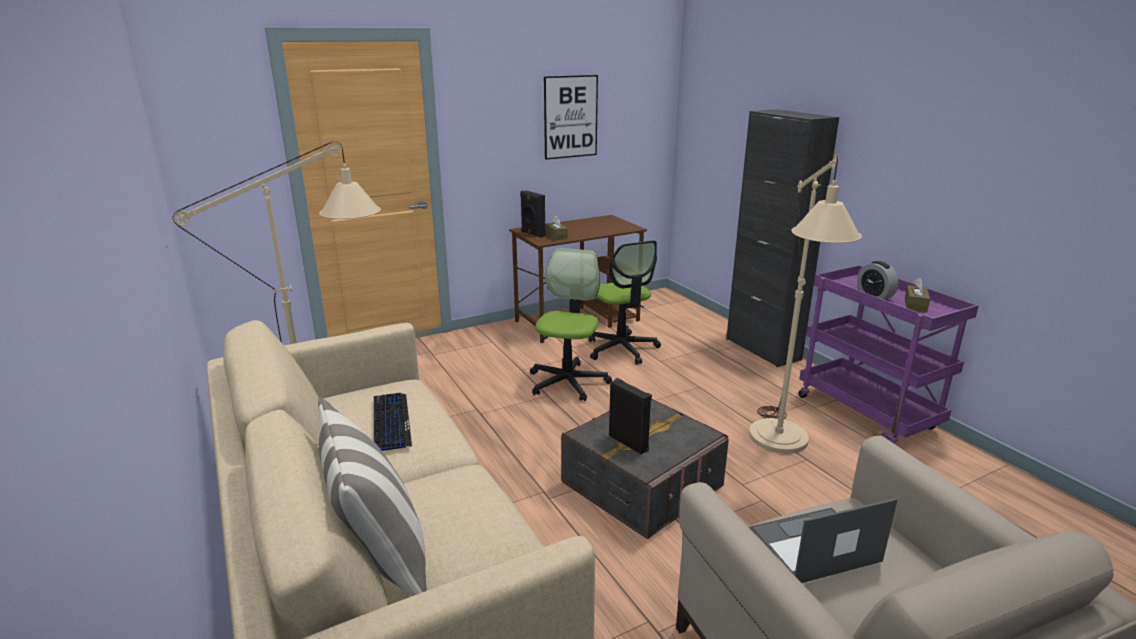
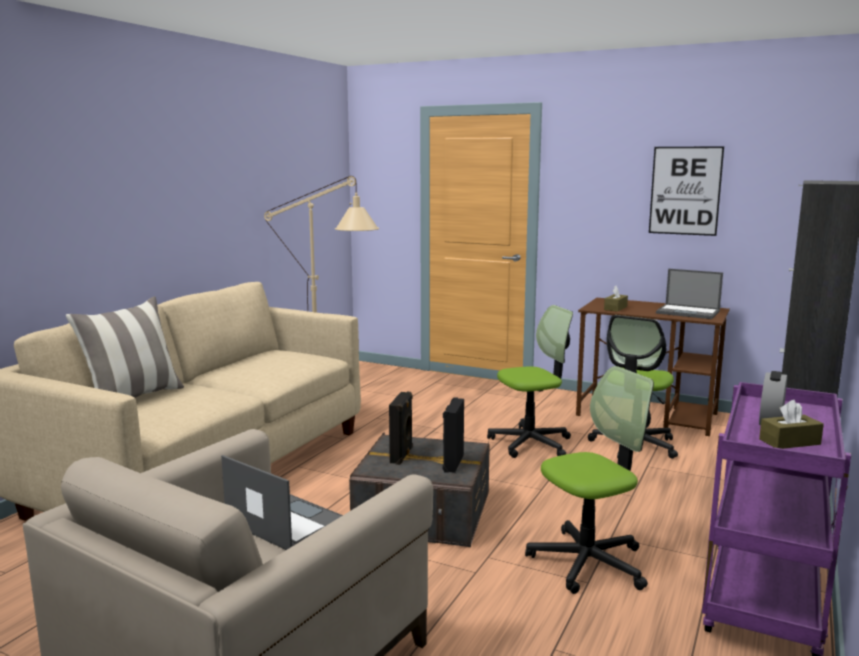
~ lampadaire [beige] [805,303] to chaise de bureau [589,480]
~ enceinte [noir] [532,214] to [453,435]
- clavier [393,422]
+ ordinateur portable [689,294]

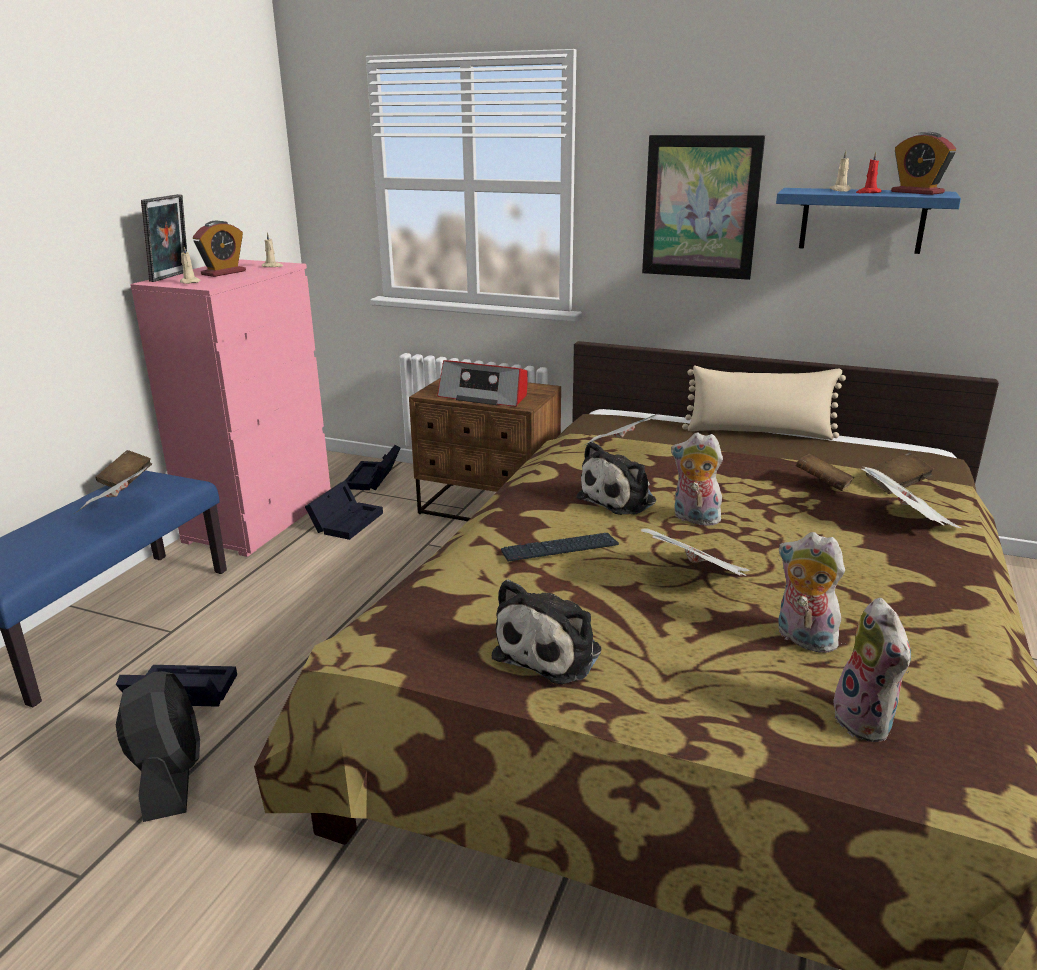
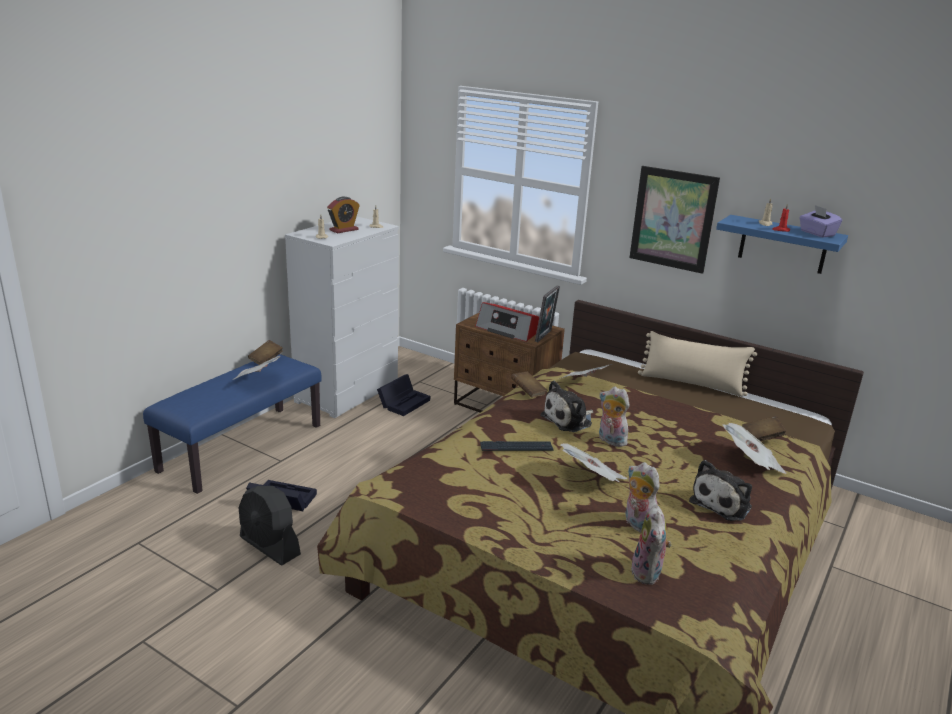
~ réveil [923,163] to boîte à mouchoirs [violet] [821,221]
~ cadre photo [164,238] to [547,313]
~ commode [rose] [230,408] to commode [blanc] [342,317]
- boîte de rangement [noir] [373,468]
~ livre [marron] [825,472] to [529,384]
~ peluche [546,631] to [720,490]
~ ventilateur [noir] [158,746] = [269,526] 135 degrees clockwise

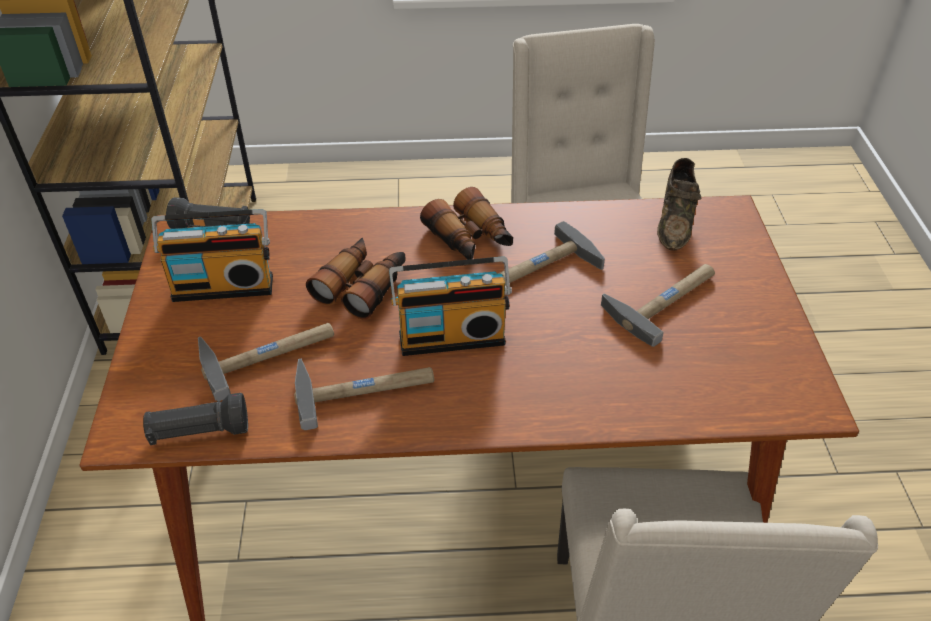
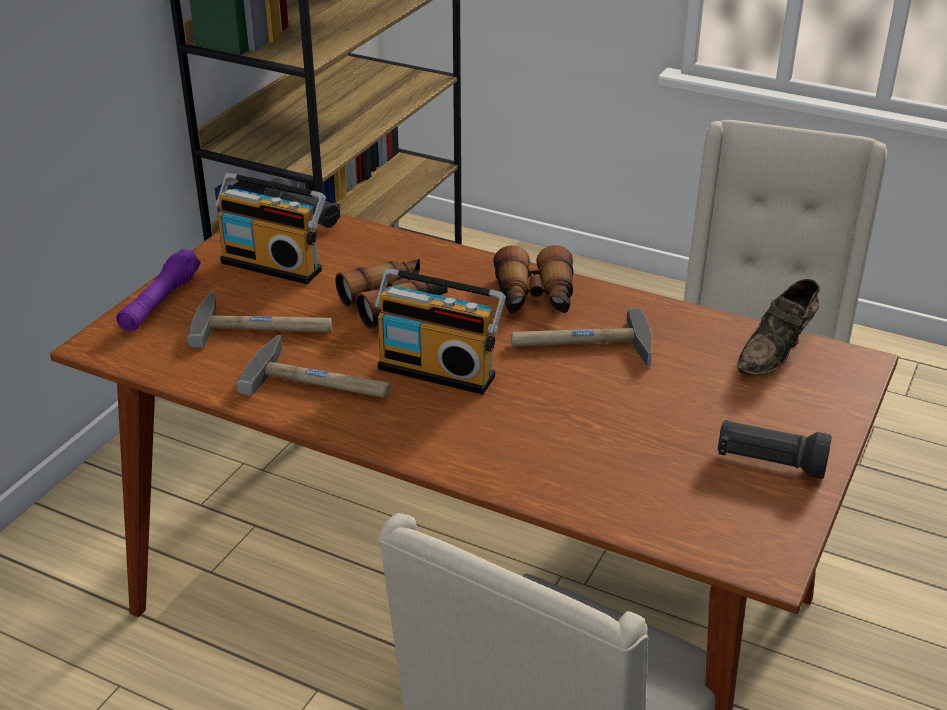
- marteau [658,305]
~ lampe de poche [noir] [195,419] to [775,449]
+ lampe de poche [violet] [158,290]

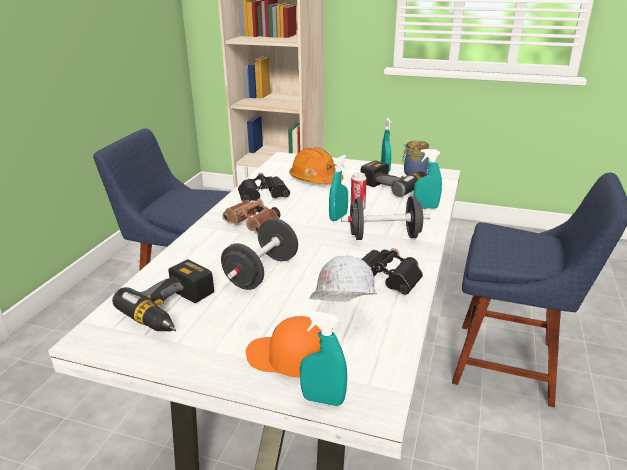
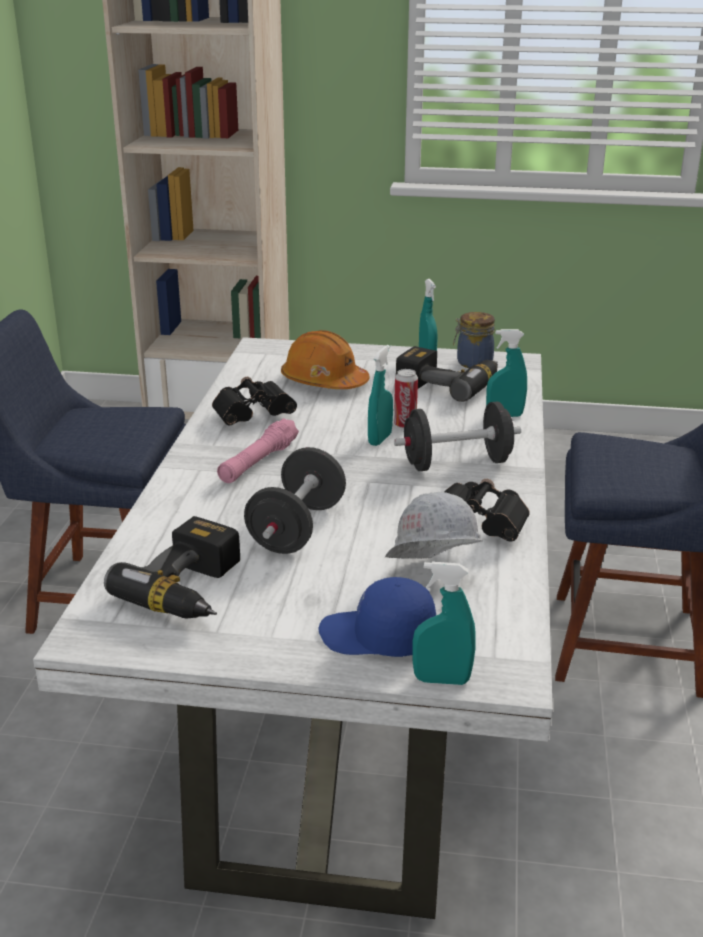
~ jumelles [marron] [251,216] to lampe de poche [rose] [258,450]
~ casquette [orange] [283,347] to casquette [bleu] [377,617]

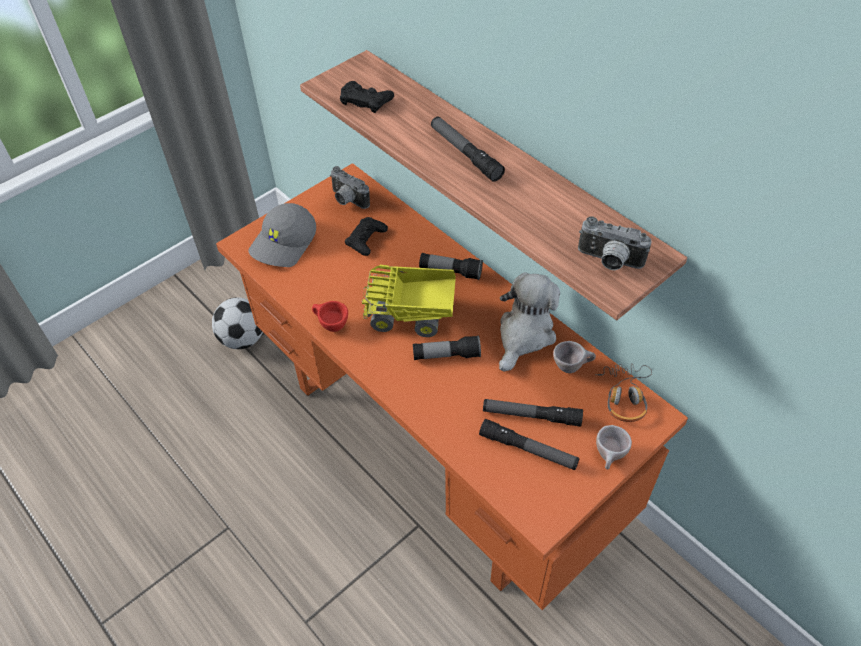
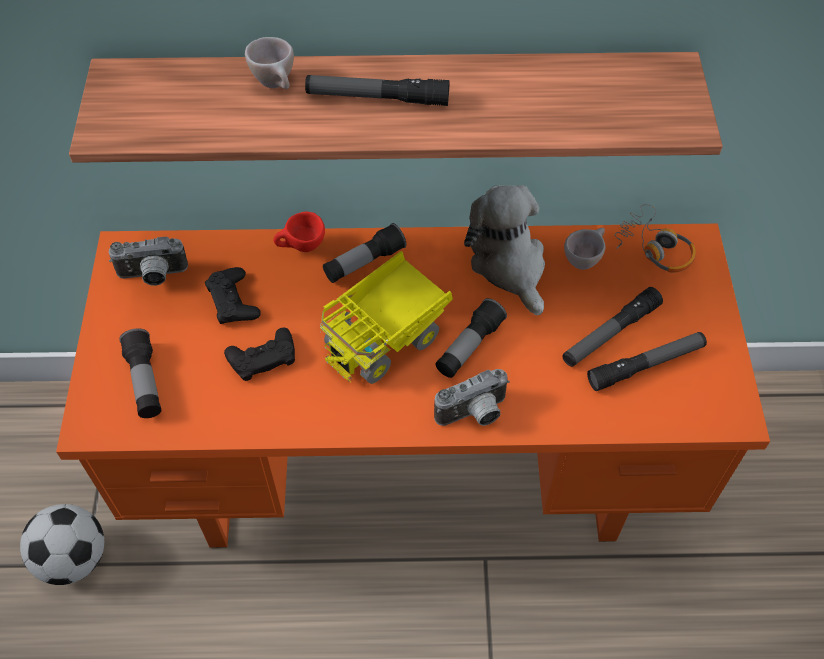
~ manette [noir] [367,97] to [259,354]
~ casquette [gris] [282,235] to lampe de poche [140,373]
~ appareil photo [615,243] to [472,397]
~ tasse [rouge] [330,316] to [299,232]
~ tasse [beige] [614,447] to [269,63]

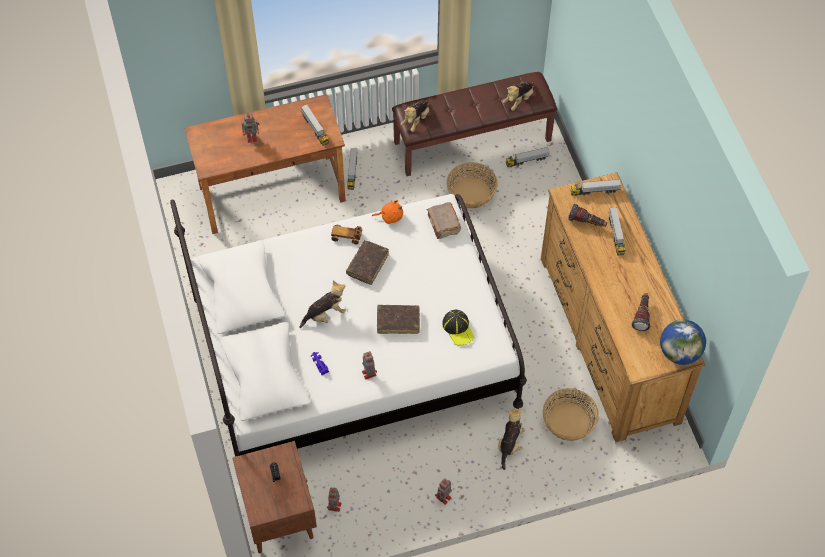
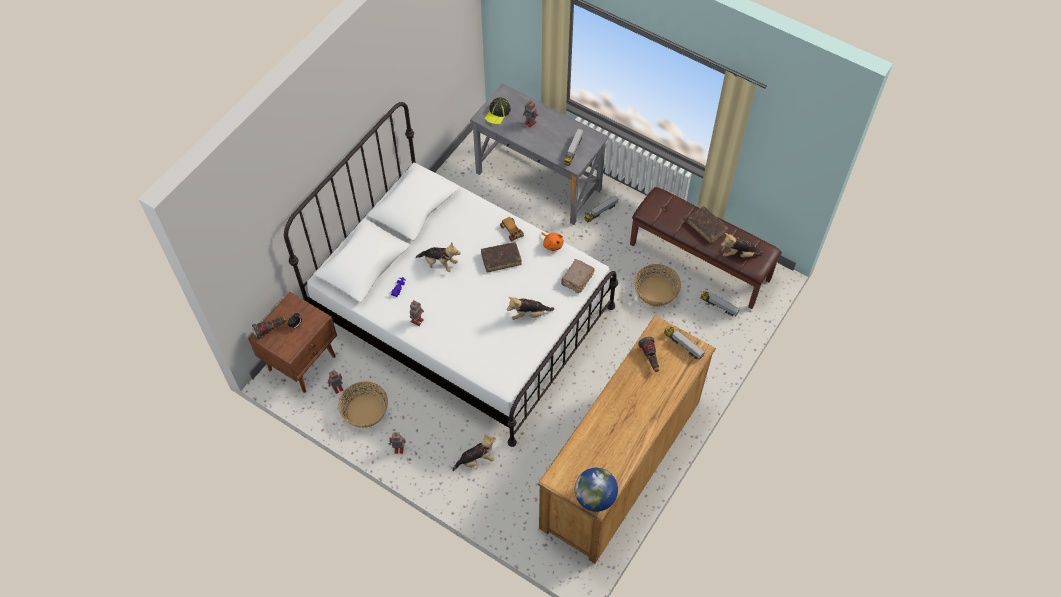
~ bureau [marron] [265,164] to bureau [gris] [539,154]
~ peluche [415,116] to [530,308]
- camion jouet [617,231]
~ lampe de poche [641,312] to [269,328]
~ livre [marron] [398,319] to [707,224]
~ casquette [458,327] to [498,111]
~ panier [571,414] to [363,404]

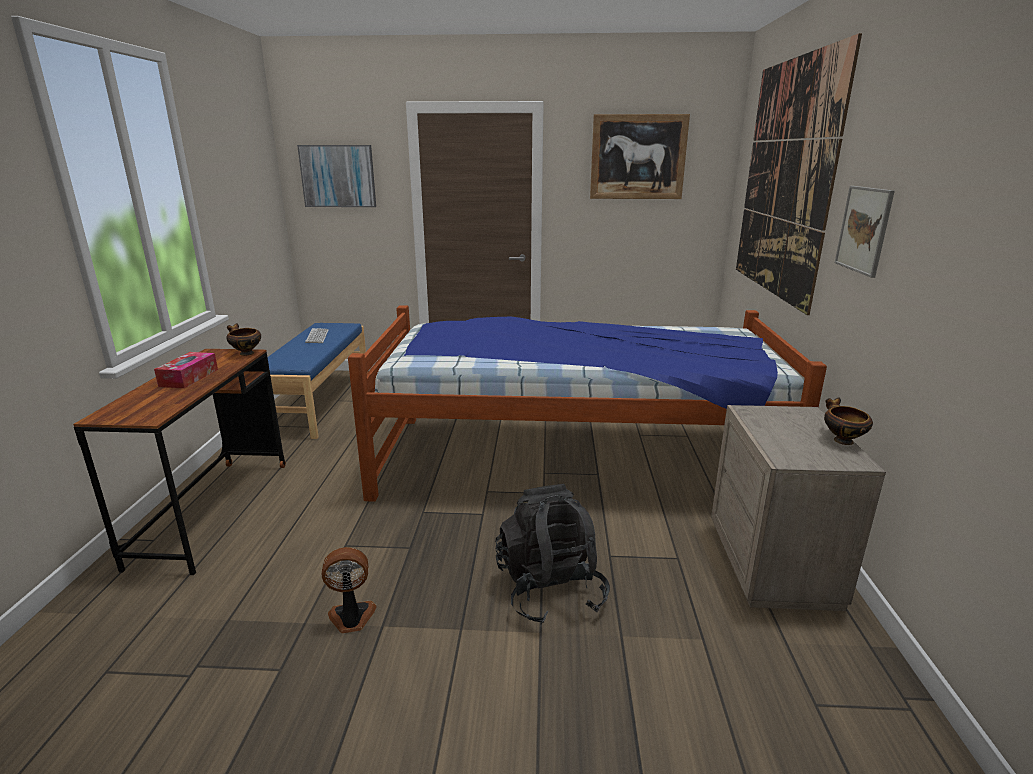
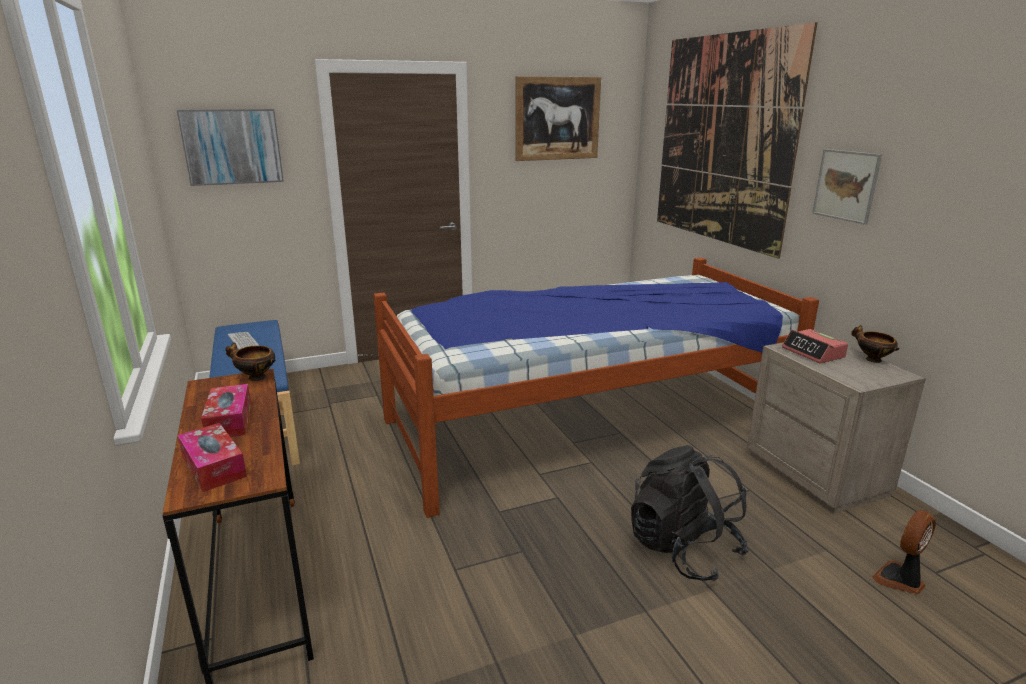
~ ventilateur [349,590] to [904,552]
+ réveil [815,346]
+ boîte à mouchoirs [212,457]

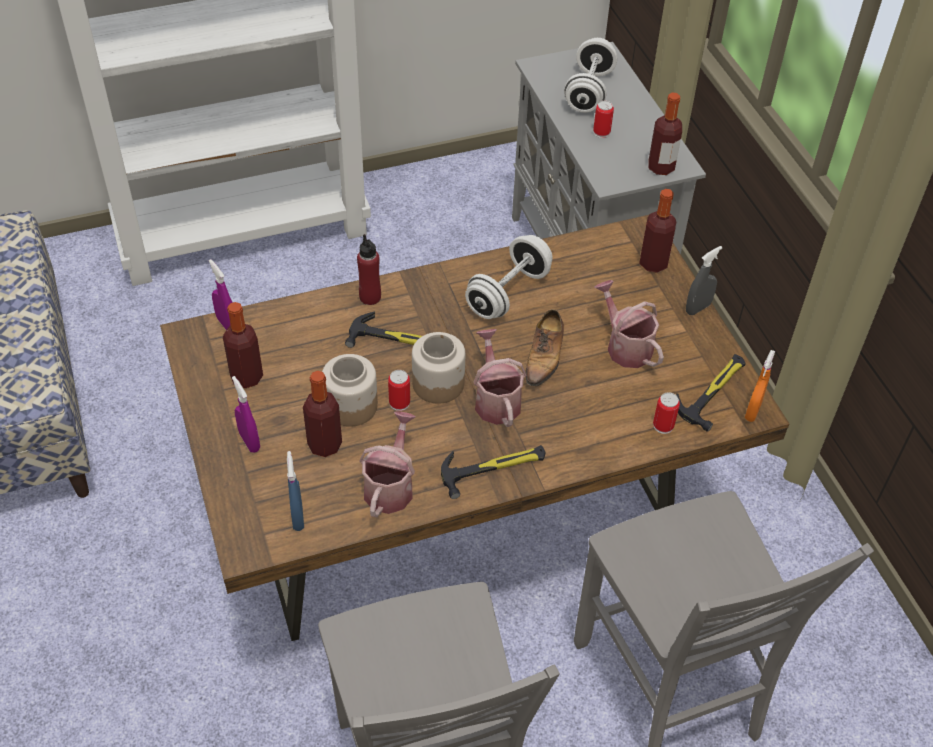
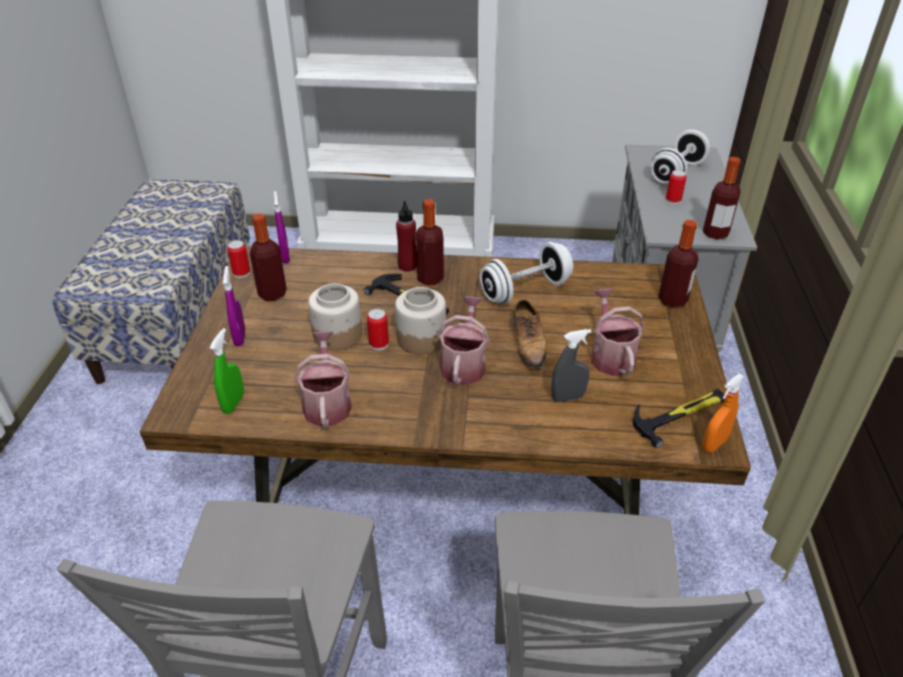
~ vaporisateur [gris] [704,280] to [571,365]
~ chaussure [545,347] = [530,334] 45 degrees counterclockwise
~ bouteille [322,414] to [430,242]
~ boîte métallique [666,413] to [238,259]
~ arrosoir [387,464] = [323,379] 45 degrees counterclockwise
- marteau [493,472]
~ vaporisateur [bleu] [295,491] to vaporisateur [vert] [227,371]

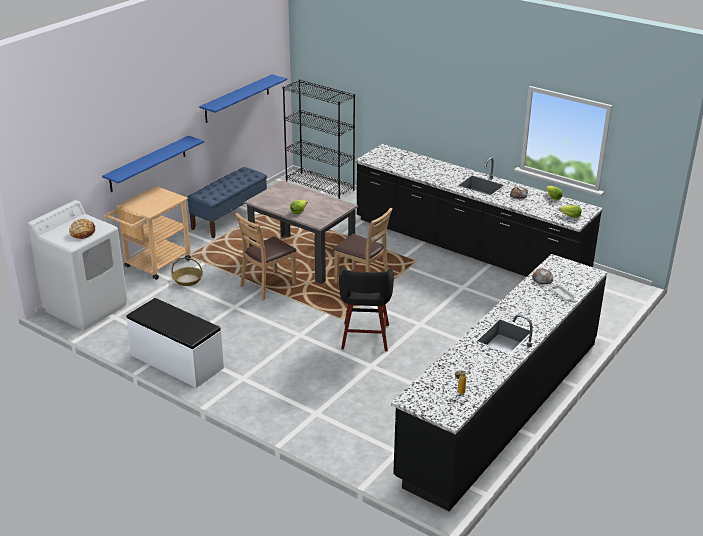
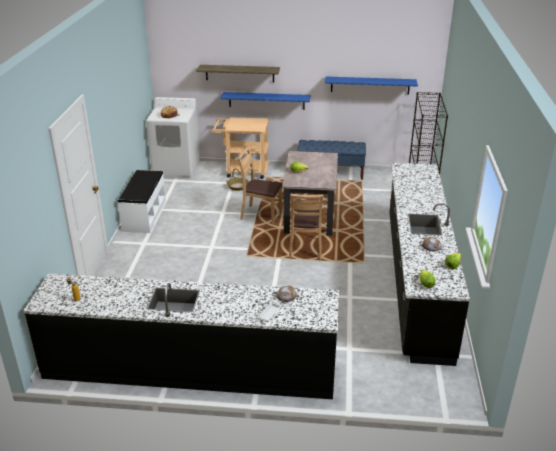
- tabouret [noir] [366,309]
+ étagère [238,73]

